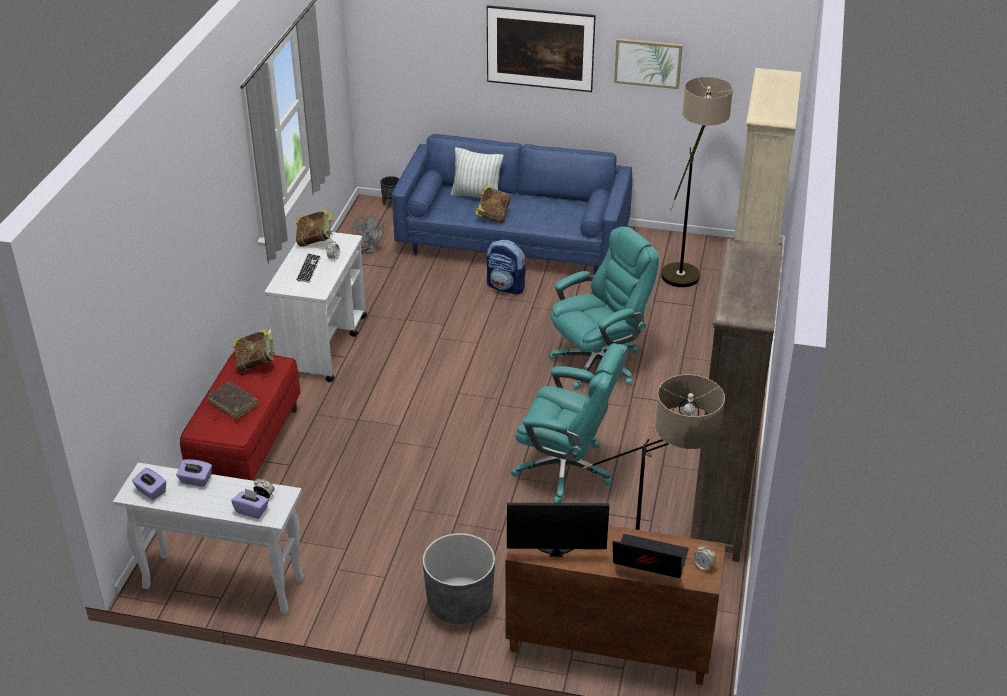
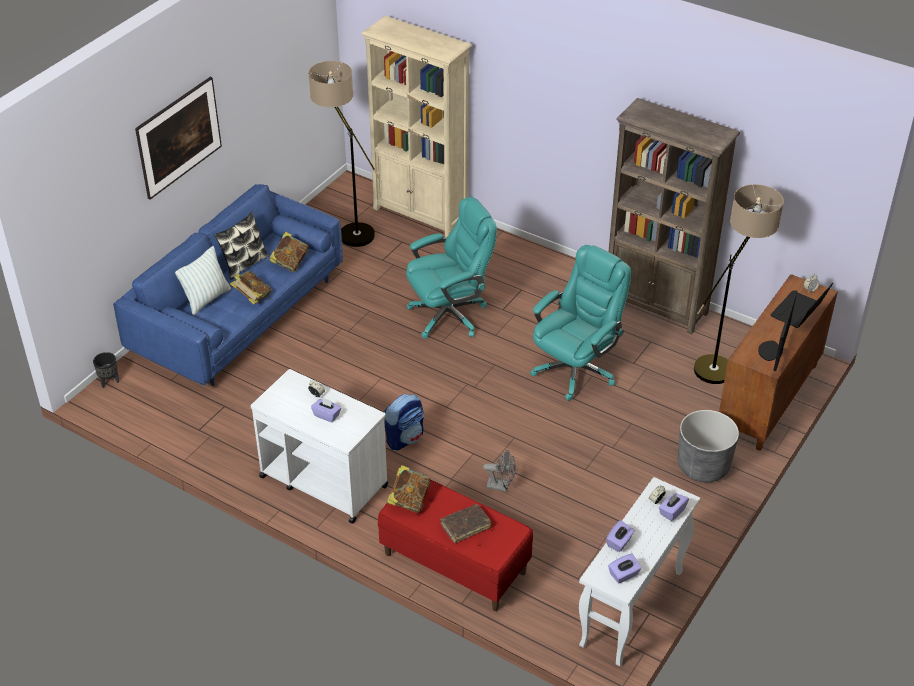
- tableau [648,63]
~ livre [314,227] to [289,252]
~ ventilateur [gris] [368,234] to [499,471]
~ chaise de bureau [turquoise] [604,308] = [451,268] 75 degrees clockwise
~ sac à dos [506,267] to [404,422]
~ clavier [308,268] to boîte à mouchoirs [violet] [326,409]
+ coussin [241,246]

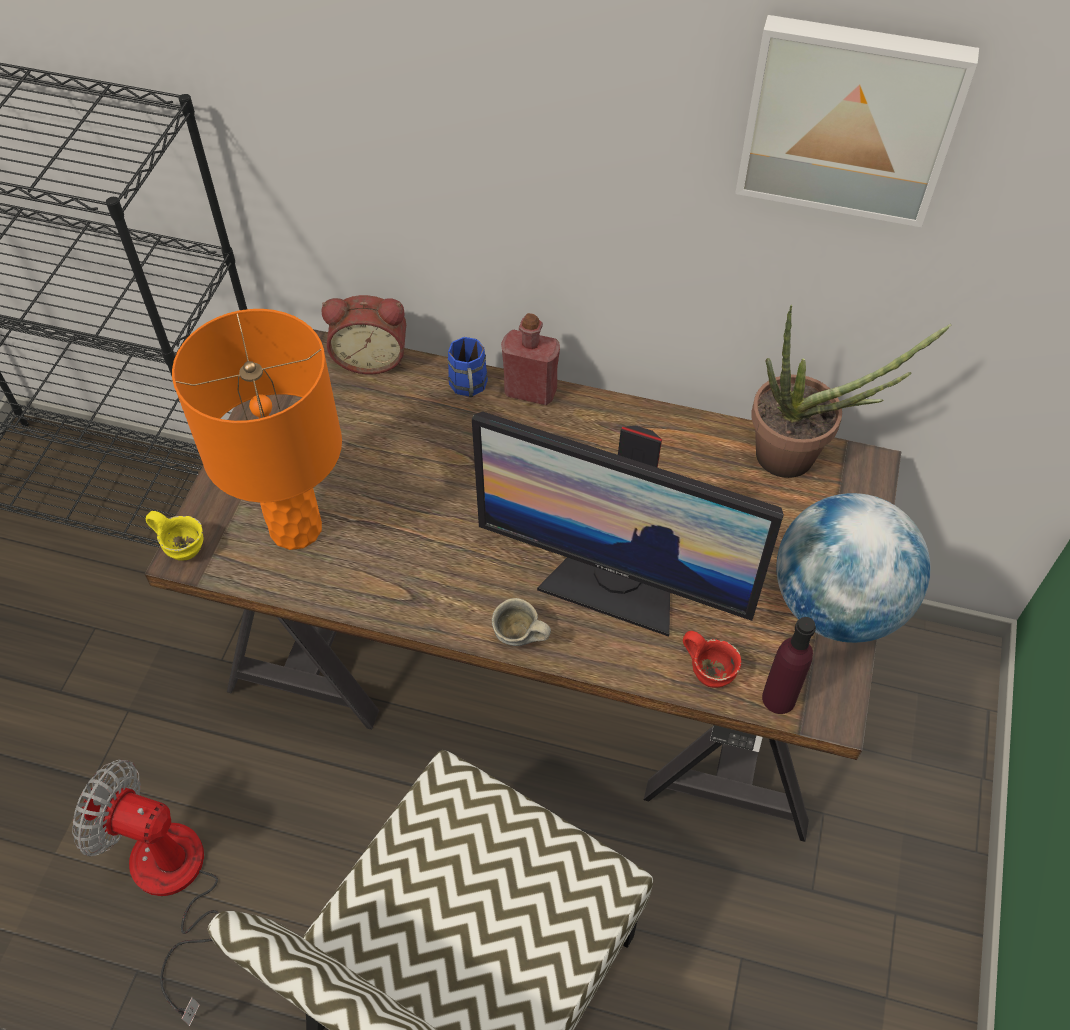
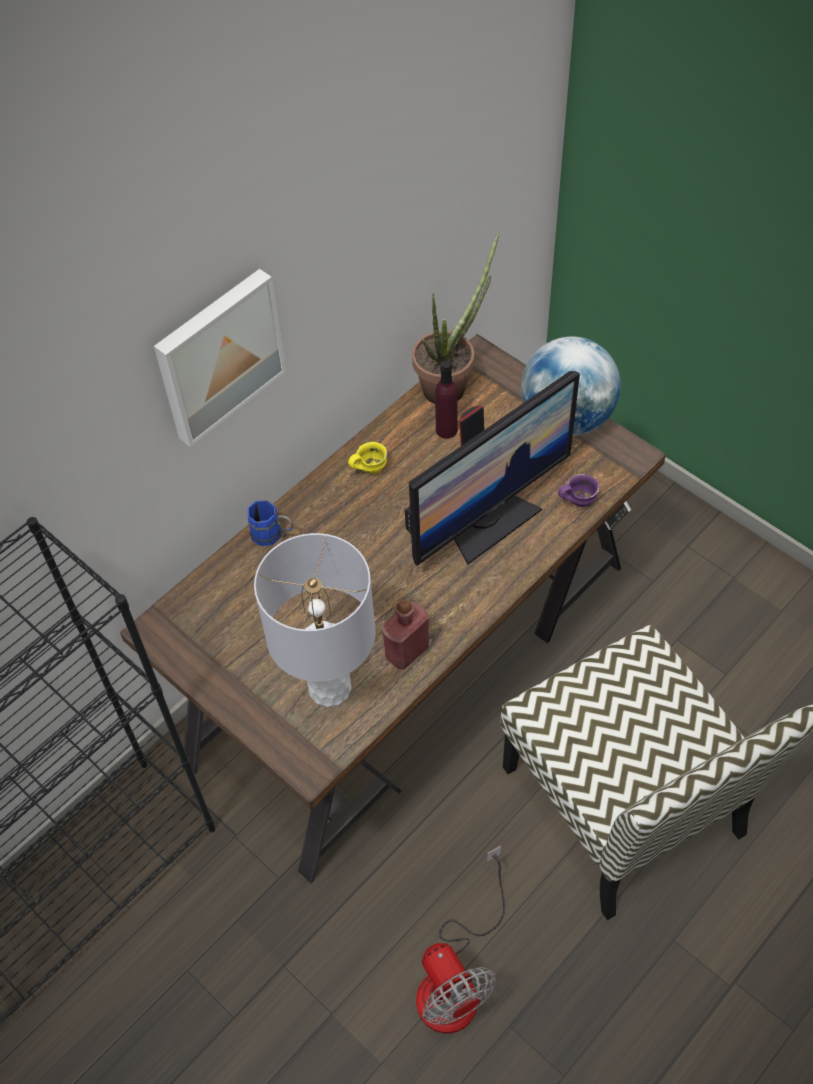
~ tableau [857,121] to [220,358]
- réveil [363,334]
~ lampe de table [orange] [257,429] to lampe de table [gris] [314,620]
~ bouteille [rouge] [530,359] to [405,634]
~ mug [jaune] [175,535] to [367,458]
- mug [gris] [521,622]
~ bouteille [violet] [789,665] to [446,399]
~ mug [rouge] [712,659] to mug [violet] [578,490]
~ ventilateur [145,893] = [460,940] 75 degrees counterclockwise

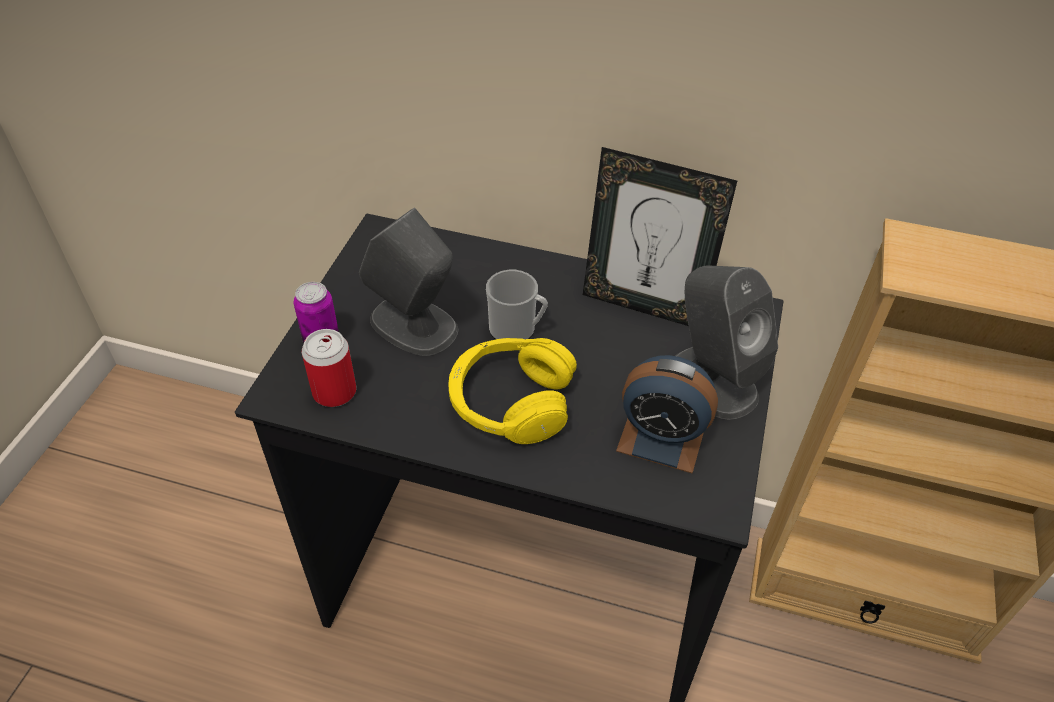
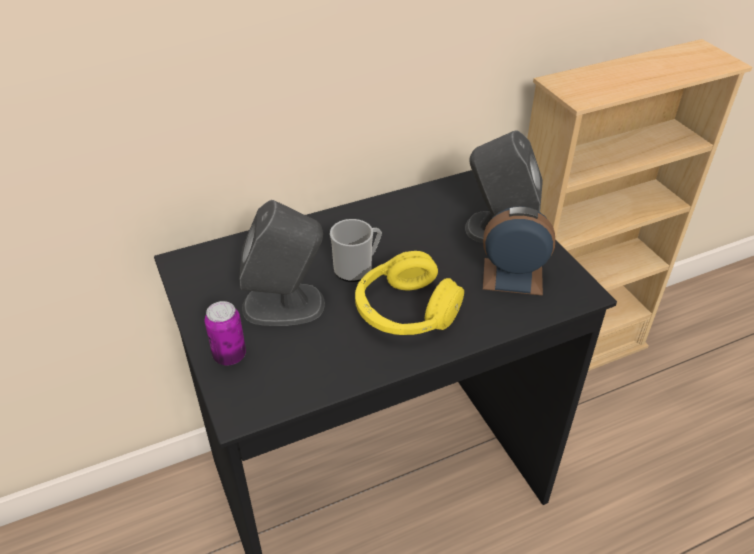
- cadre photo [660,236]
- boîte métallique [329,368]
~ réveil [667,414] = [519,251] 150 degrees counterclockwise

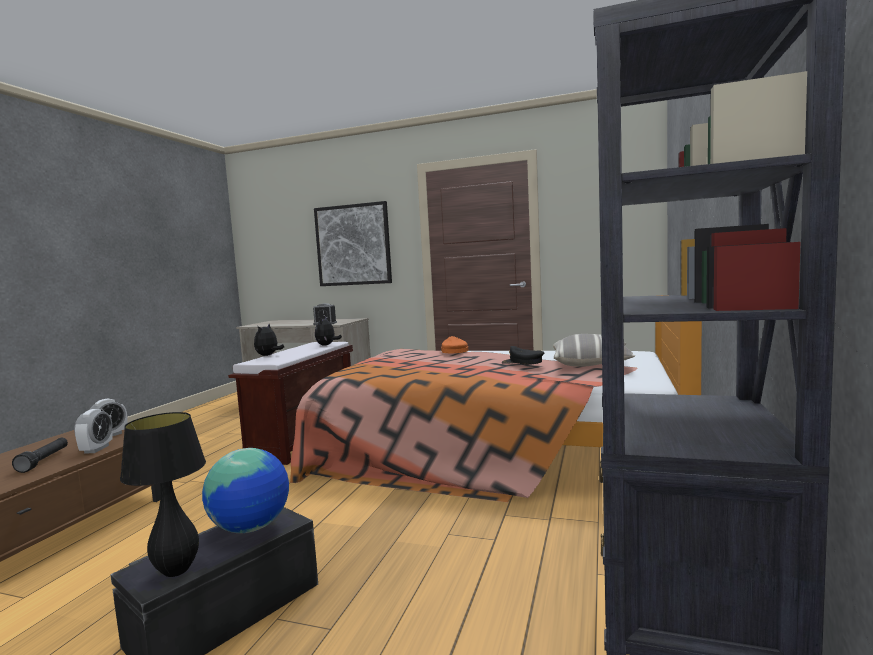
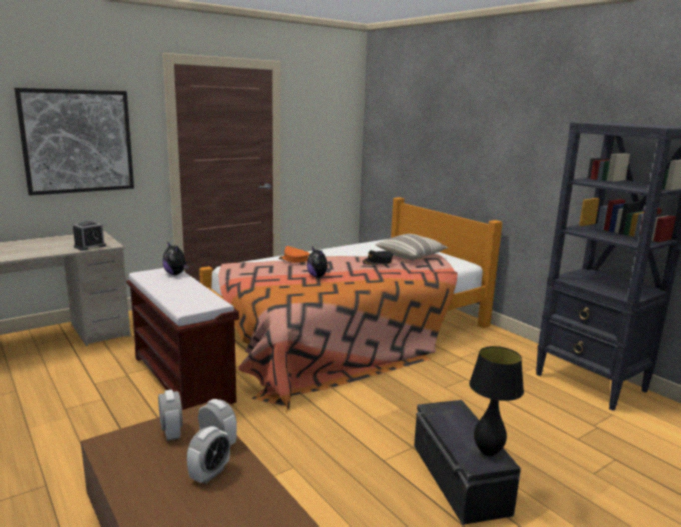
~ peluche [269,340] to [319,262]
~ lampe de poche [noir] [40,455] to réveil [208,455]
- globe [245,490]

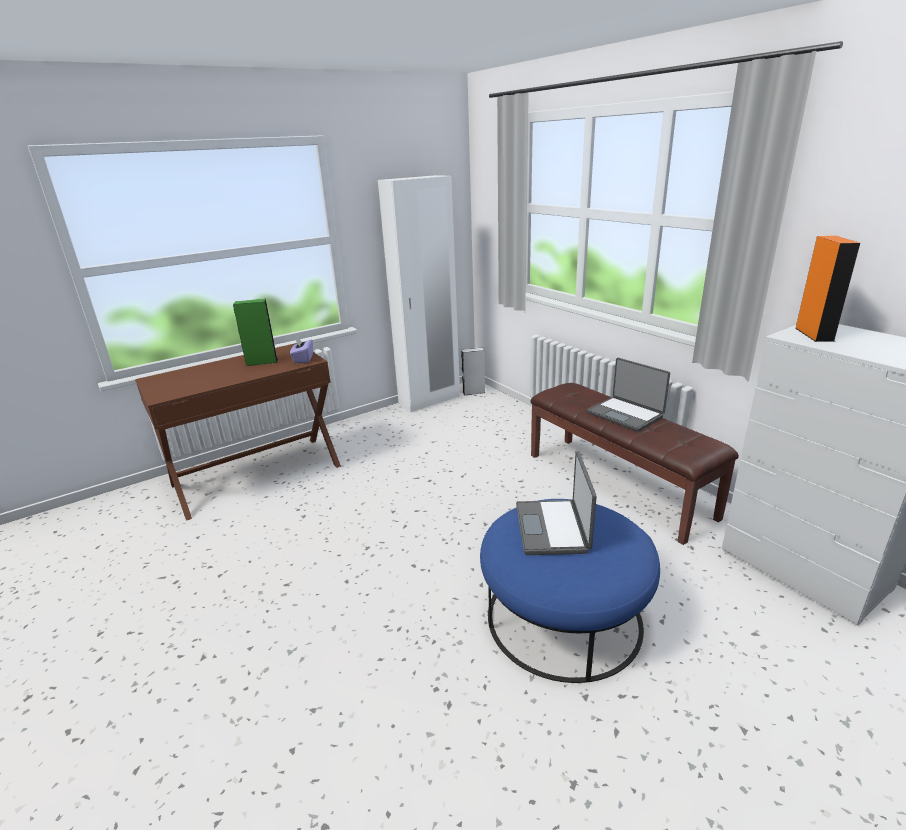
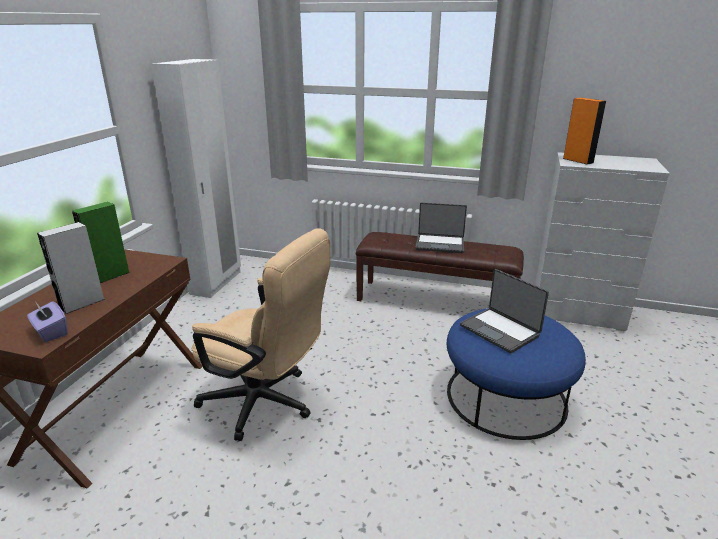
~ boîte à mouchoirs [violet] [301,349] to [47,322]
~ enceinte [gris] [473,371] to [71,268]
+ chaise de bureau [beige] [260,335]

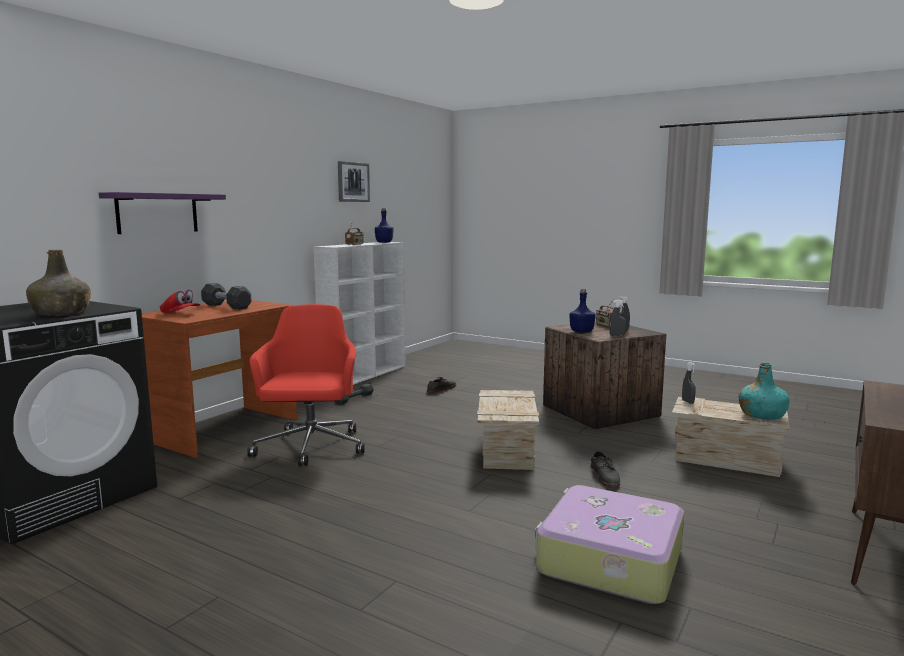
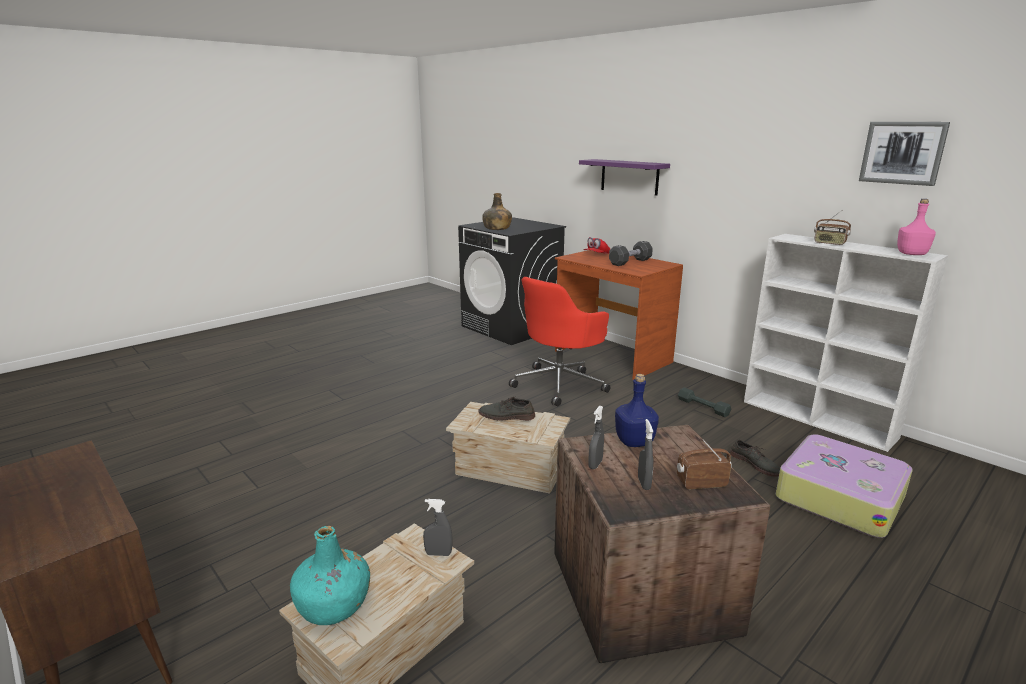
~ bouteille [bleu] [384,225] to bouteille [rose] [916,227]
~ chaise de bureau [rouge] [306,385] = [559,341] 120 degrees clockwise
~ chaussure [gris] [605,469] to [506,408]
~ valise [609,544] to [844,486]

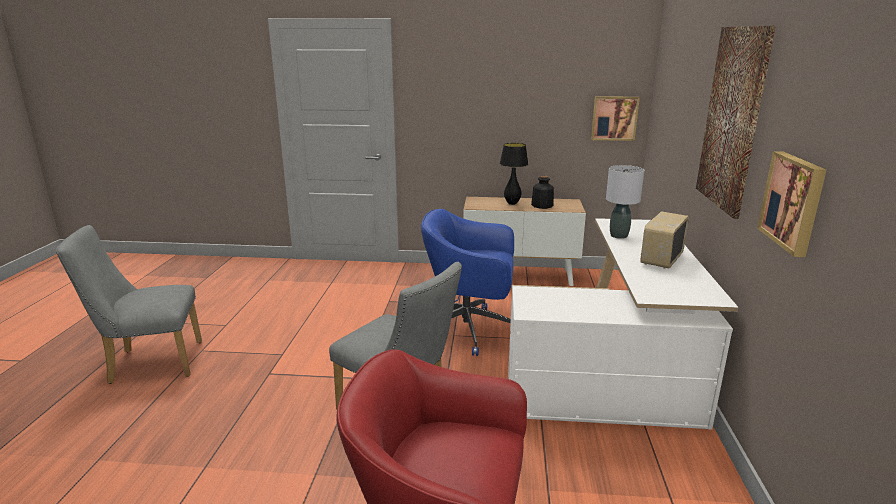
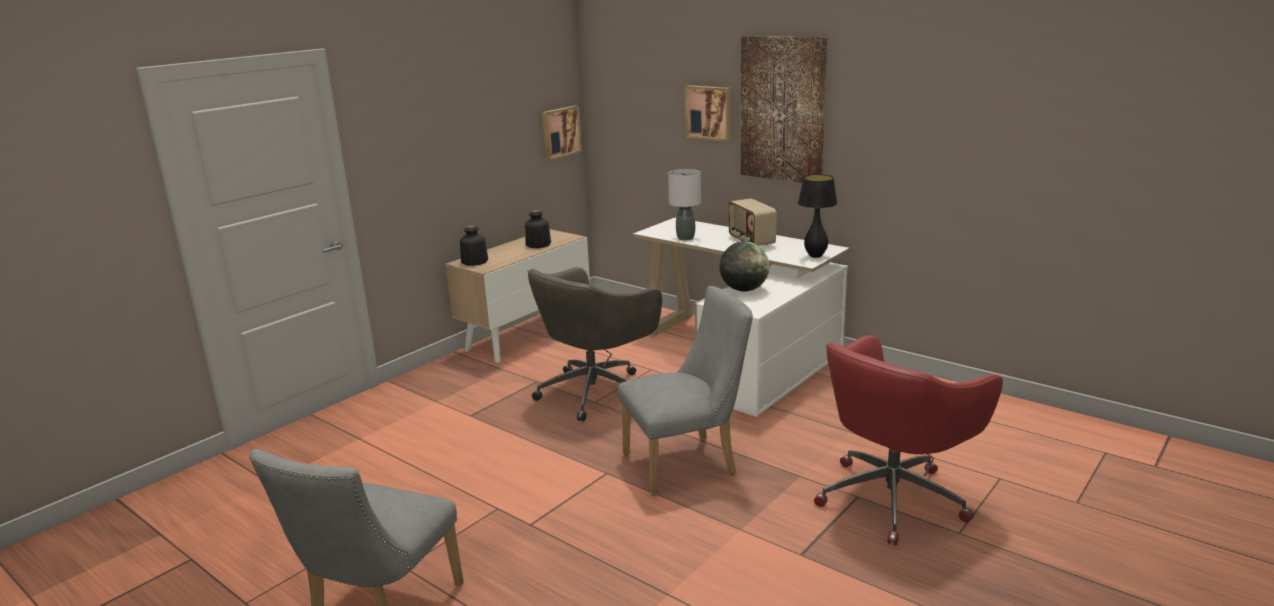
~ lampe de table [noir] [514,174] to [818,216]
~ tableau [791,204] to [708,113]
~ chaise de bureau [bleu] [467,282] to chaise de bureau [gris] [594,344]
+ bouteille [474,245]
+ globe [744,266]

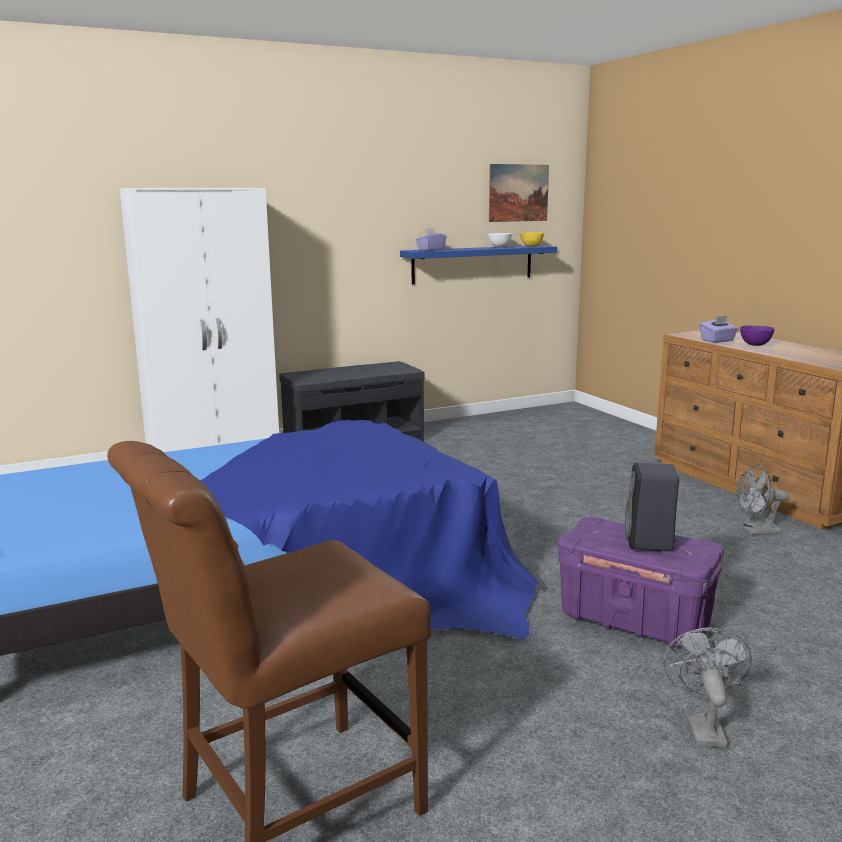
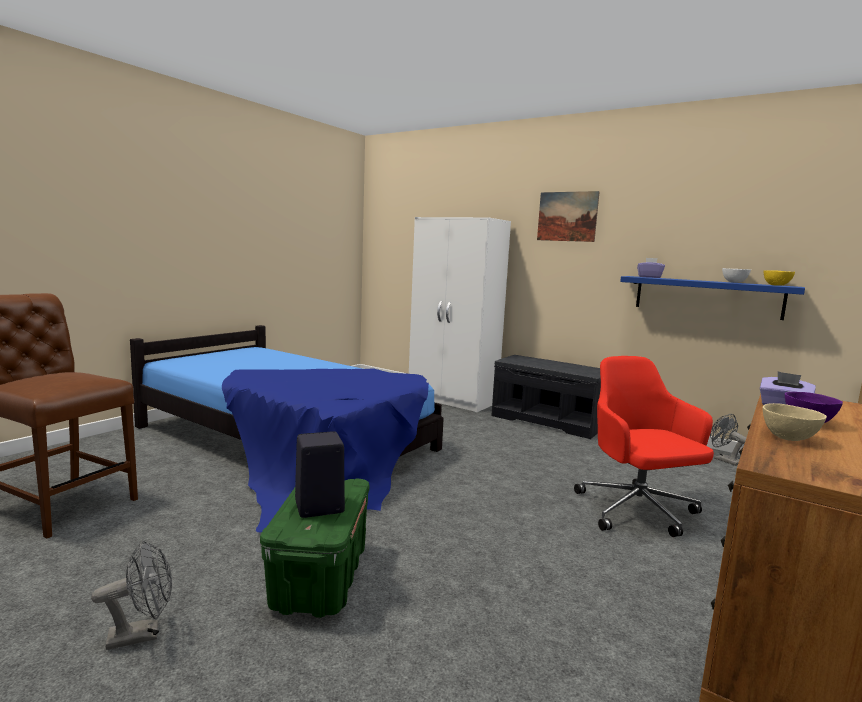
~ tableau [519,193] to [568,216]
~ ventilateur [gris] [762,500] to [728,440]
~ boîte de rangement [violet] [641,582] to boîte de rangement [vert] [315,548]
+ chaise de bureau [rouge] [644,446]
+ bol [beige] [794,422]

